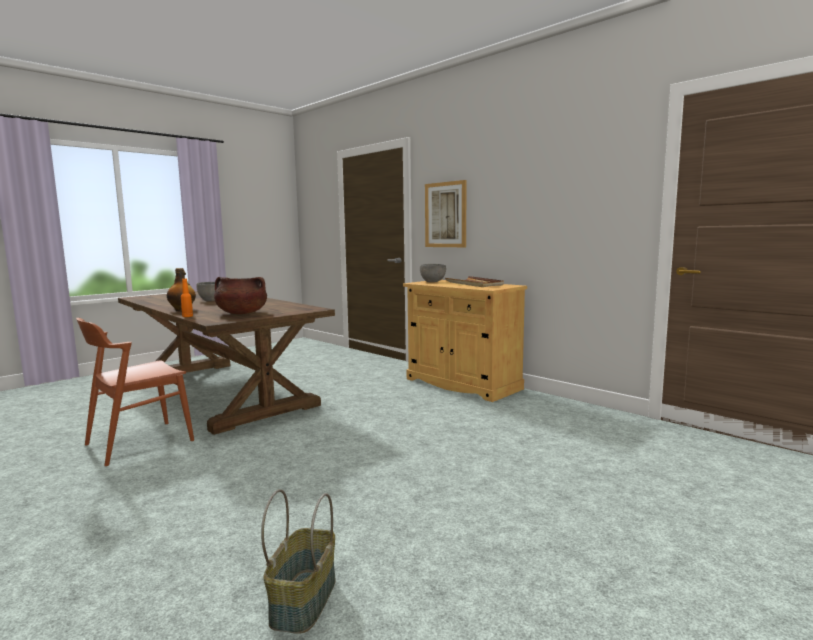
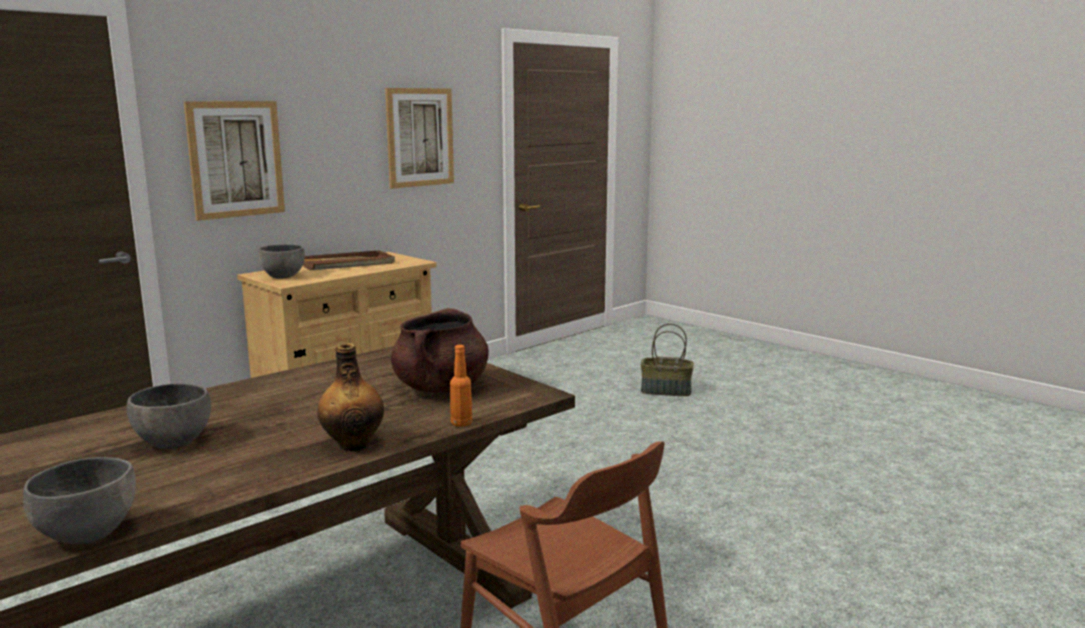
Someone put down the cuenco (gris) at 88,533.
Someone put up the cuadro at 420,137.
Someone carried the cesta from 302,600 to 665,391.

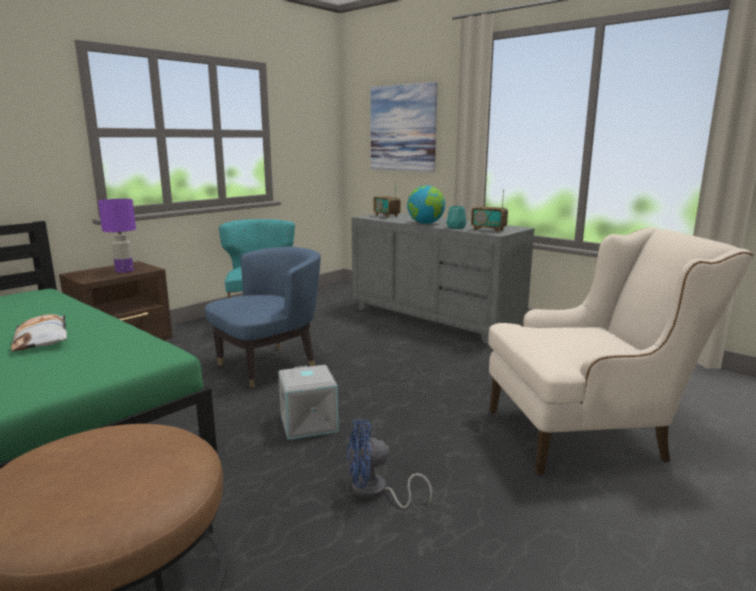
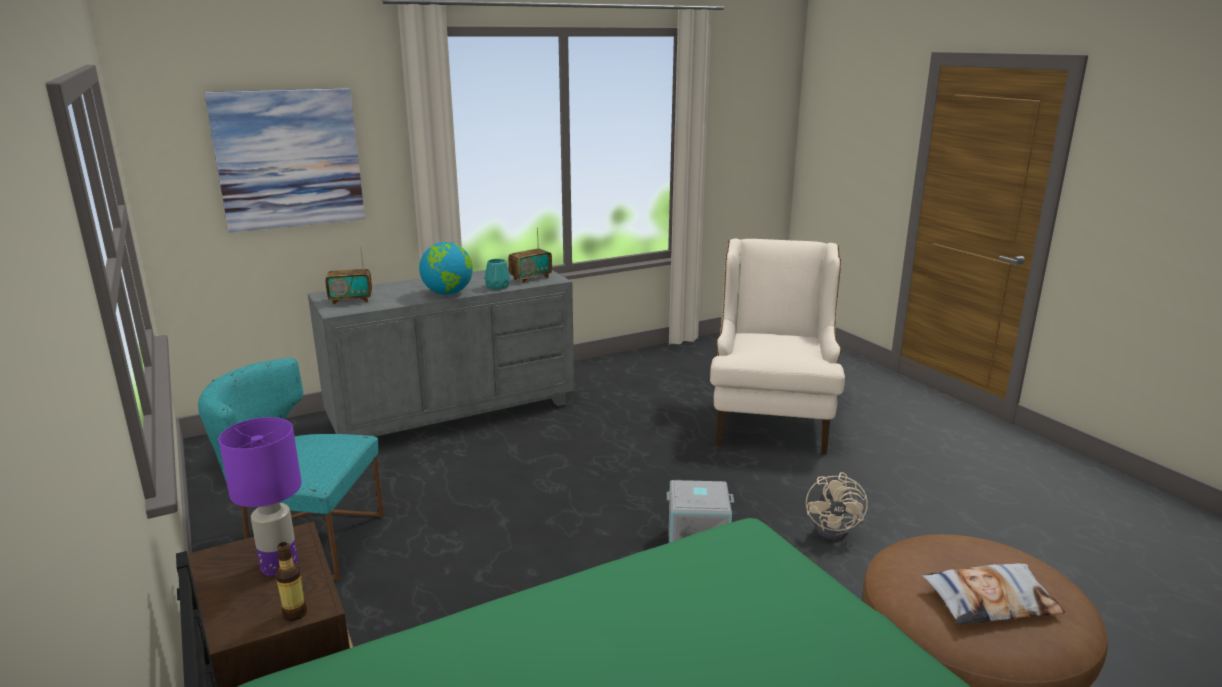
Someone put down the botella at 295,614.
Someone repainted the ventilador (azul) at 375,492, which became the ventilador (beis) at 837,529.
Someone carried the cojín from 42,339 to 990,601.
Someone took away the sillón (azul) at 269,365.

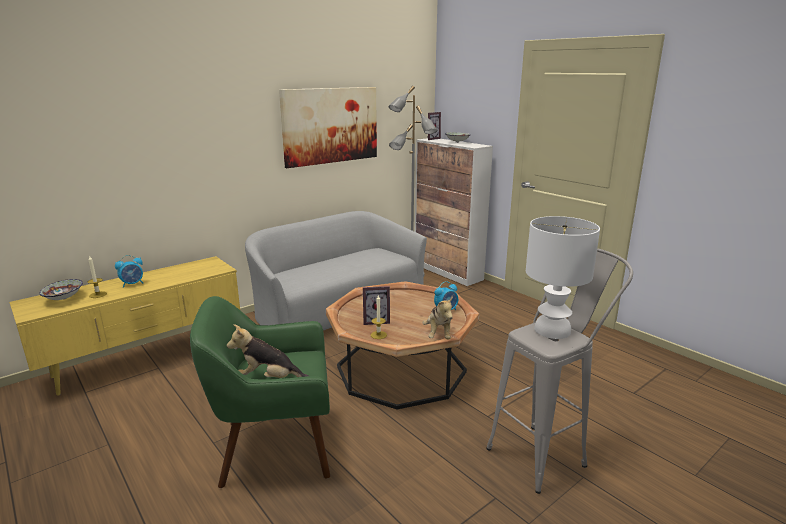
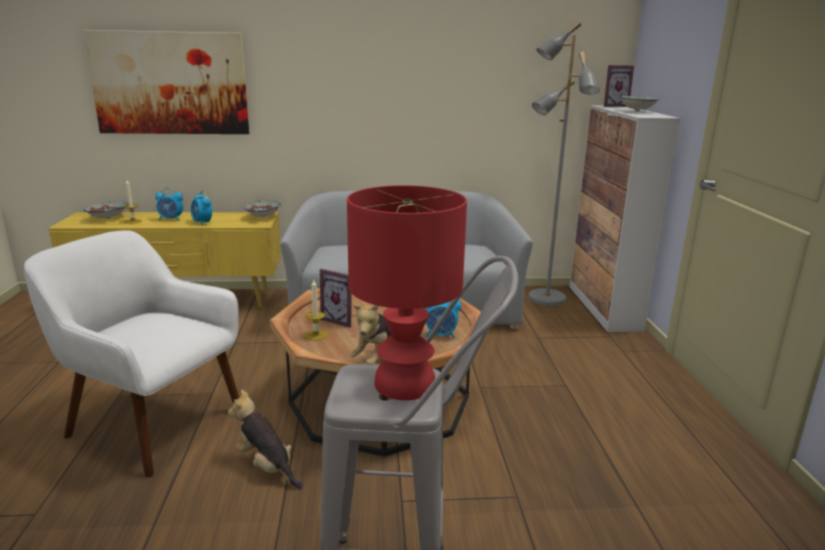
Someone repainted the sillón (verde) at 274,447, which became the sillón (blanco) at 153,423.
Someone carried the cuadro from 330,125 to 170,83.
Someone put down the despertador at 202,223.
Someone carried the peluche from 269,378 to 267,466.
Someone put down the cuenco at 264,217.
Someone repainted the lámpara de mesa (blanco) at 551,330, which became the lámpara de mesa (rojo) at 403,383.

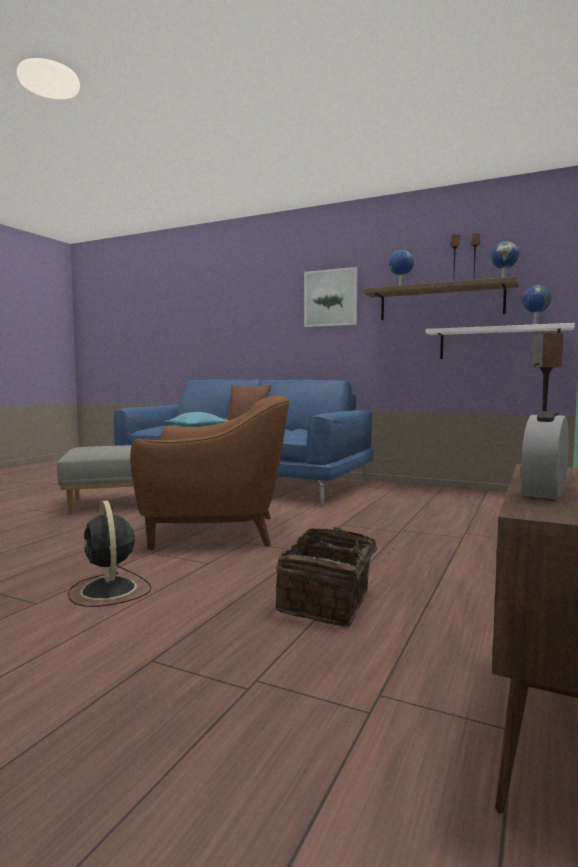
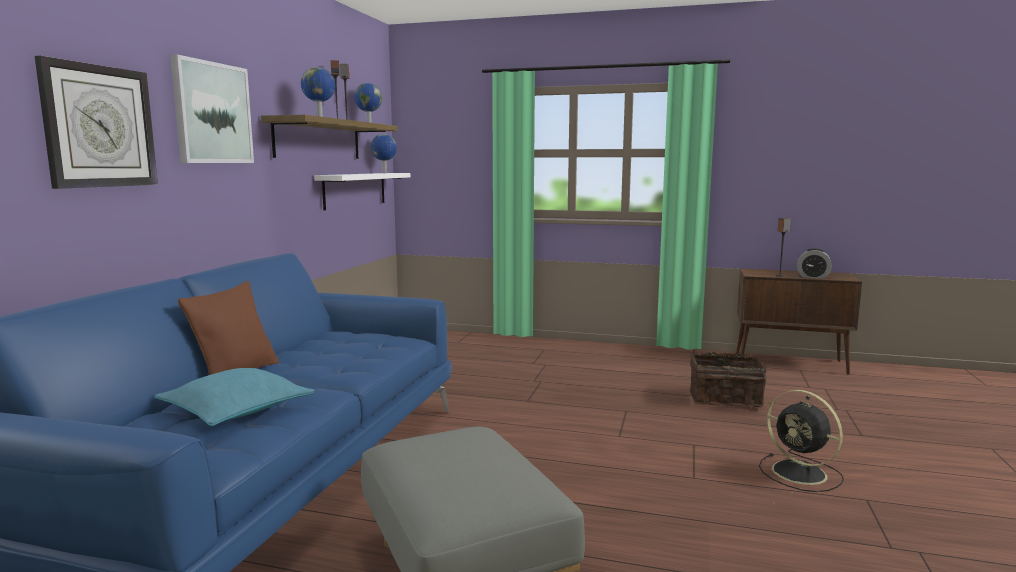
Someone put up the reloj de pared at 99,126.
Someone rotated the ventilador (negro) at 109,590 by 90 degrees clockwise.
Someone took away the sillón (marrón) at 217,531.

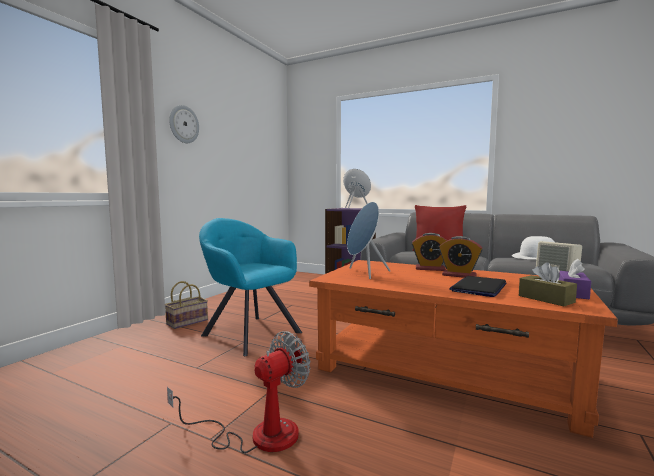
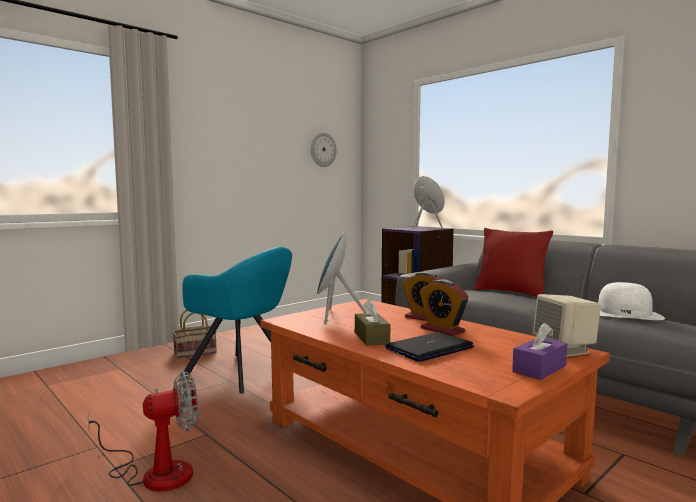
Someone rotated the sillón (turquesa) at 249,333 by 150 degrees clockwise.
Someone carried the reloj de pared from 183,124 to 322,149.
Someone carried the caja de pañuelos (marrón) from 546,299 to 371,338.

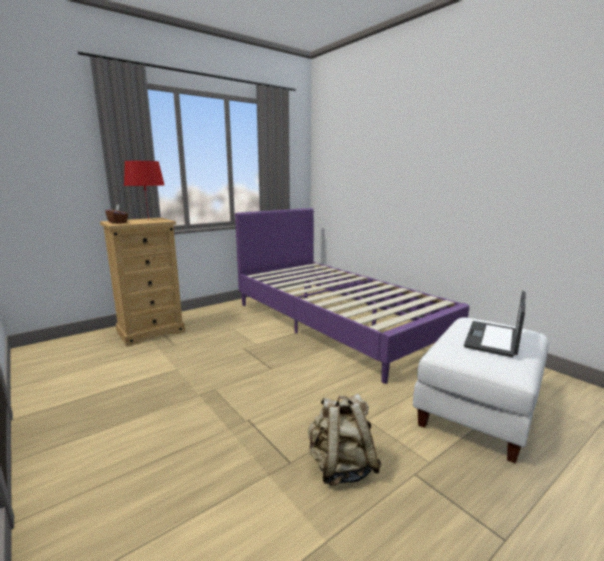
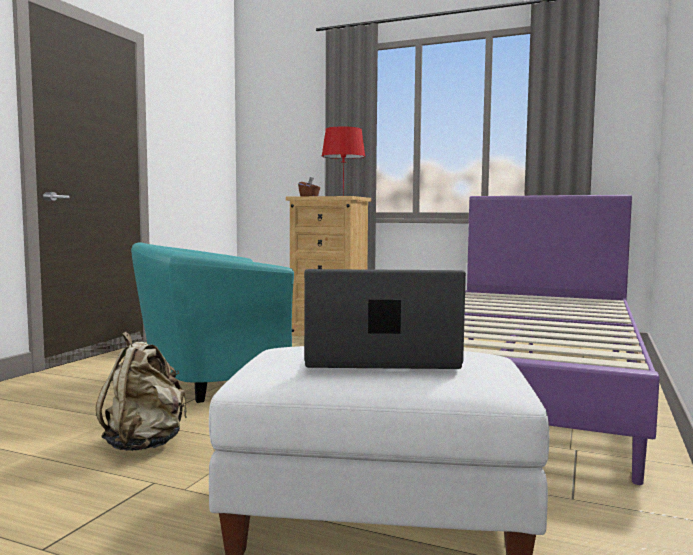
Someone put down the sillón (turquesa) at 210,382.

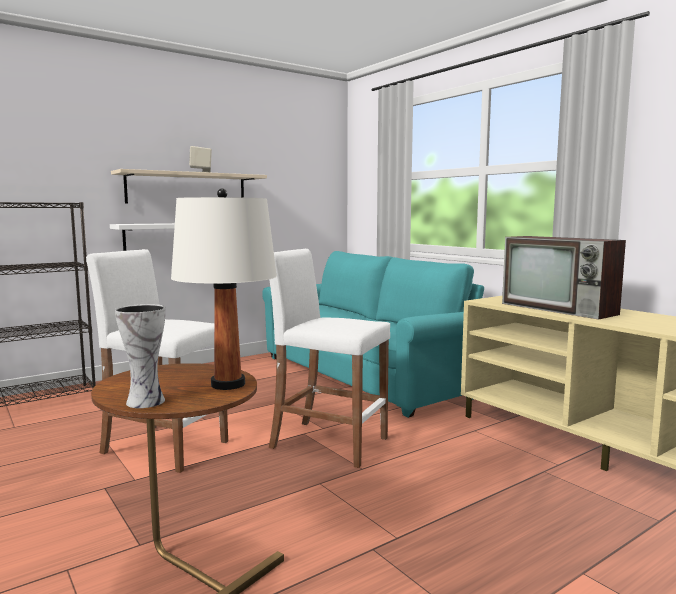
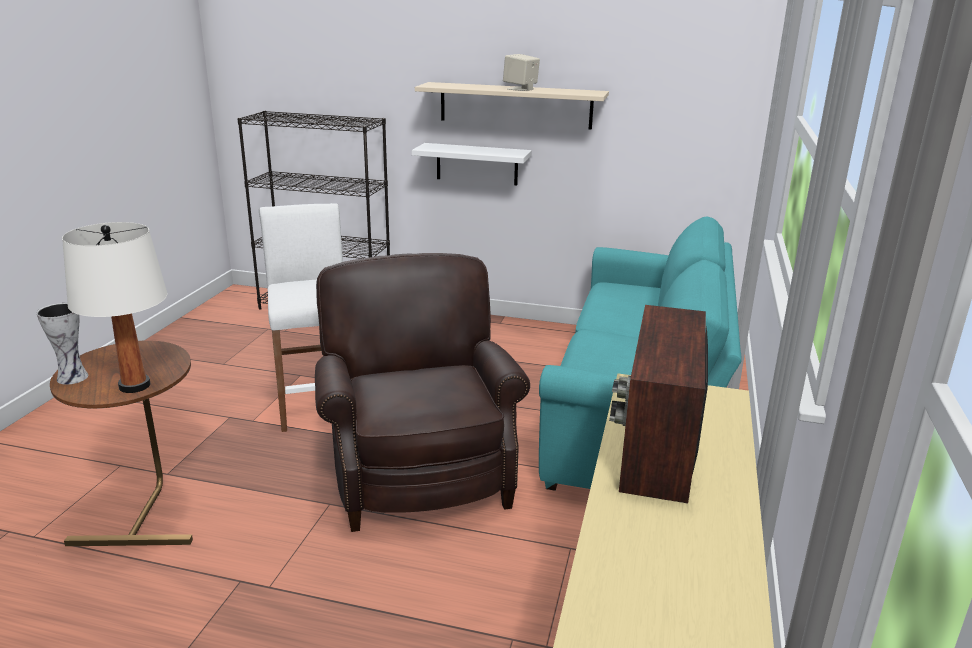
Someone swapped the taburete (blanco) at 328,443 for the sillón (marrón) at 418,470.

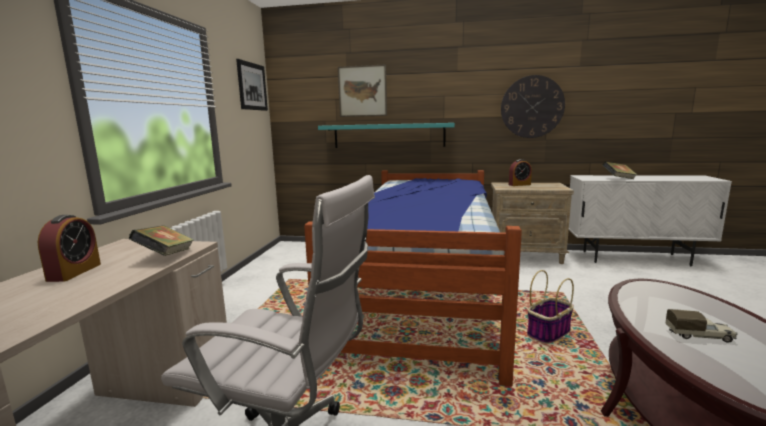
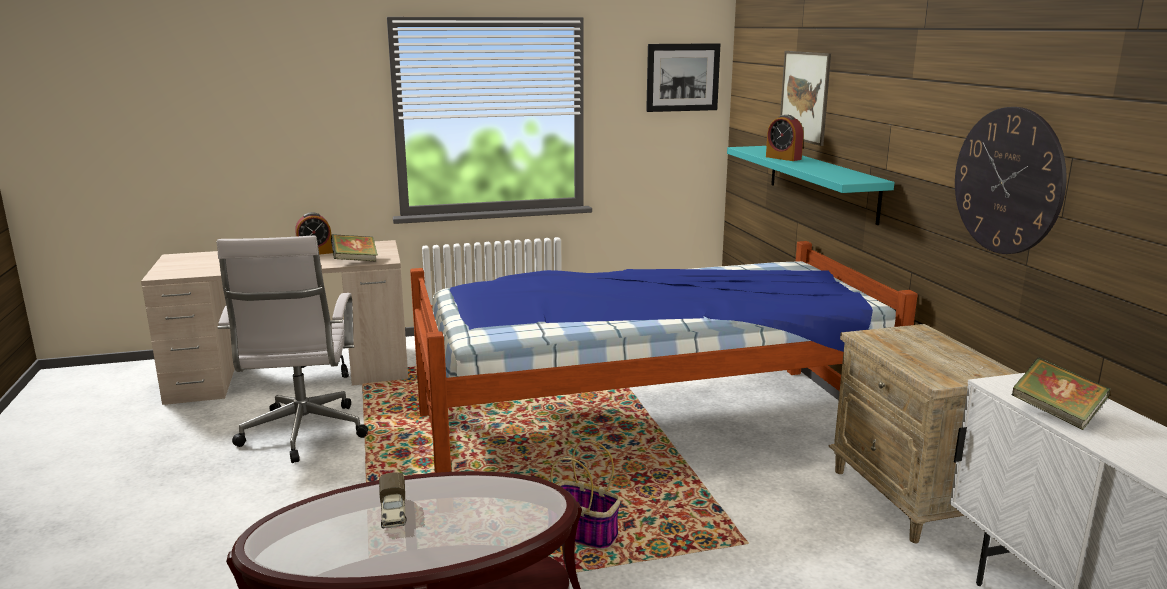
Someone carried the despertador from 519,184 to 783,158.

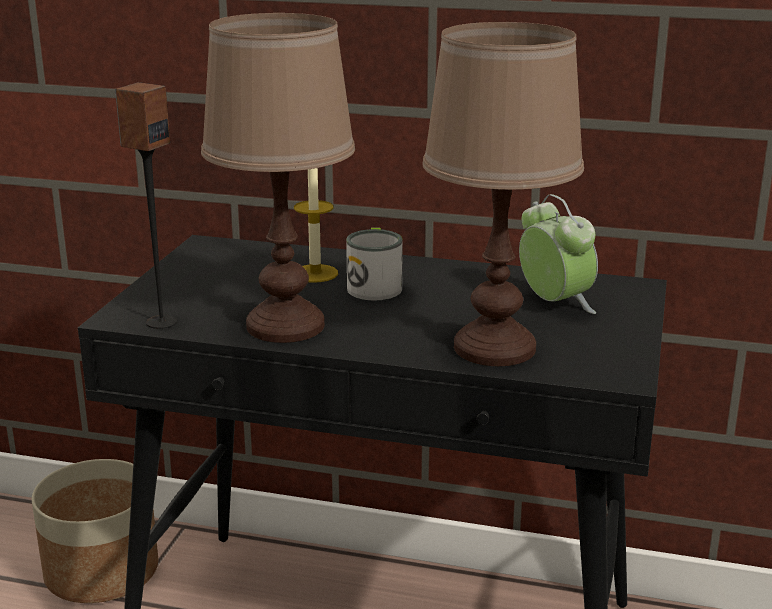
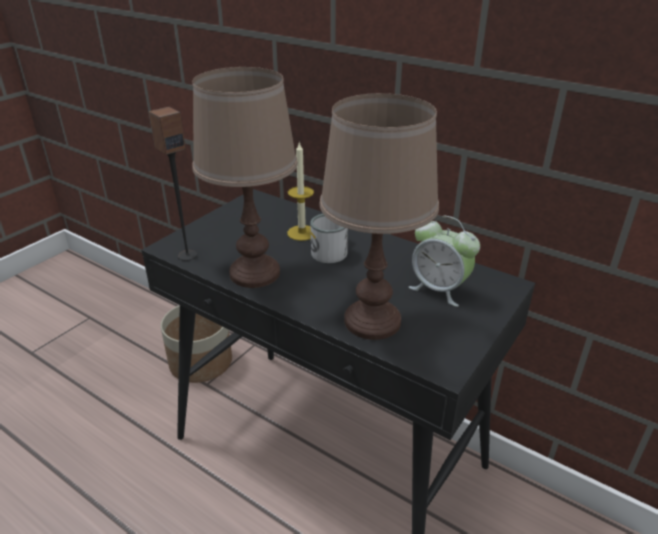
Someone rotated the despertador at 554,304 by 135 degrees clockwise.

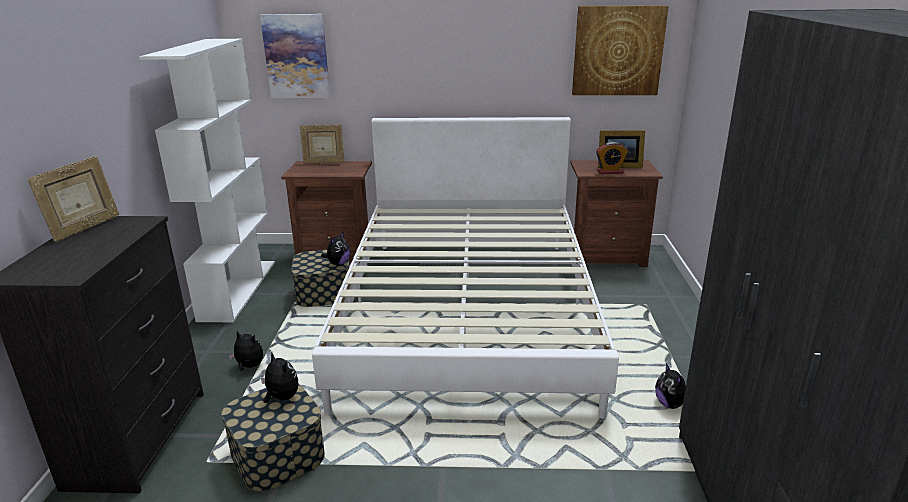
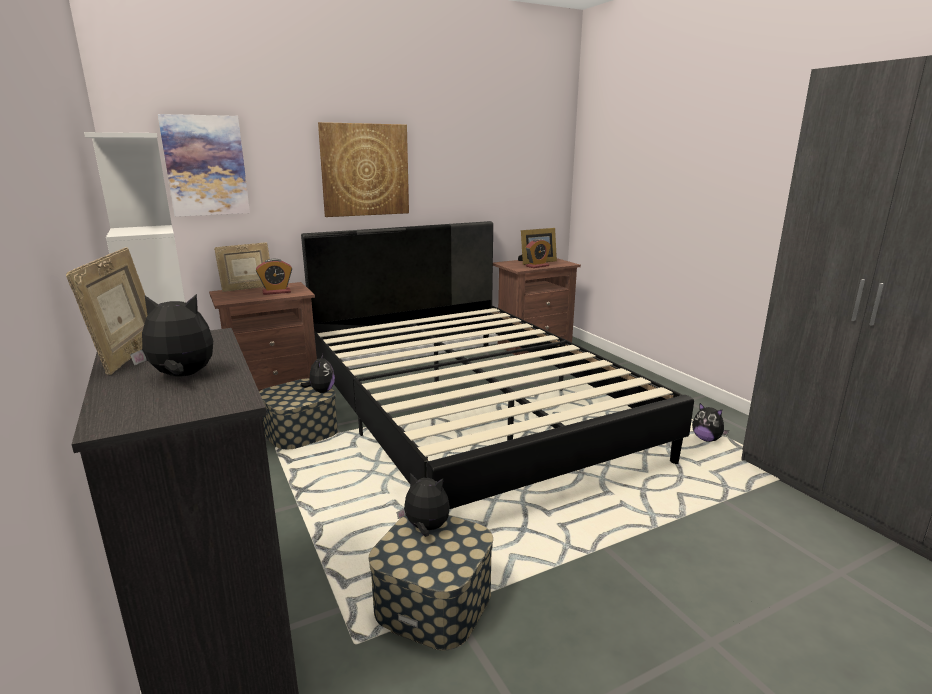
Someone carried the peluche from 249,366 to 182,376.
Someone put down the despertador at 276,292.
Someone repainted the cama (blanco) at 469,311, which became the cama (negro) at 470,412.
Someone carried the cuadro from 618,51 to 365,170.

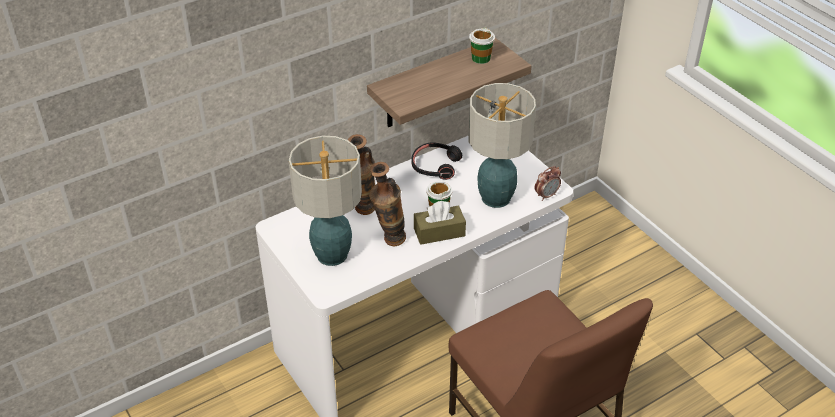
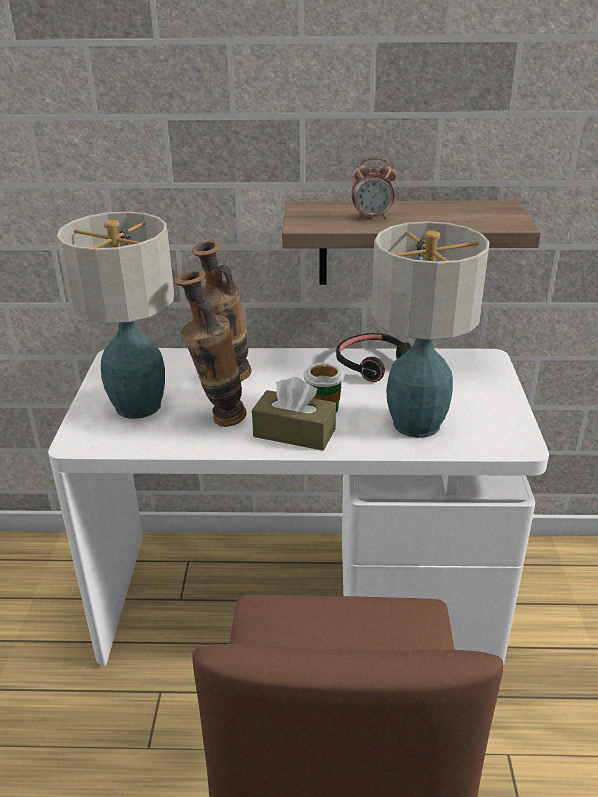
Someone carried the despertador from 546,195 to 372,217.
Someone took away the taza at 481,58.

